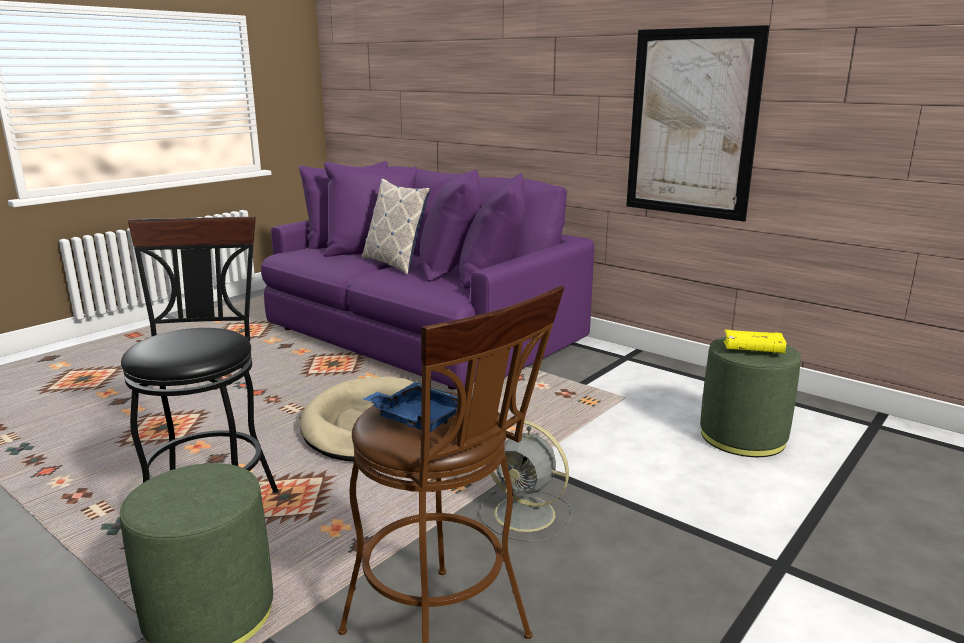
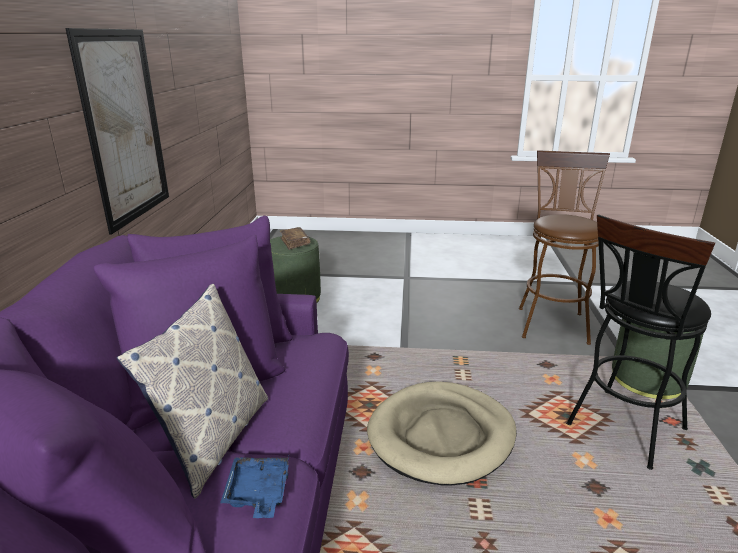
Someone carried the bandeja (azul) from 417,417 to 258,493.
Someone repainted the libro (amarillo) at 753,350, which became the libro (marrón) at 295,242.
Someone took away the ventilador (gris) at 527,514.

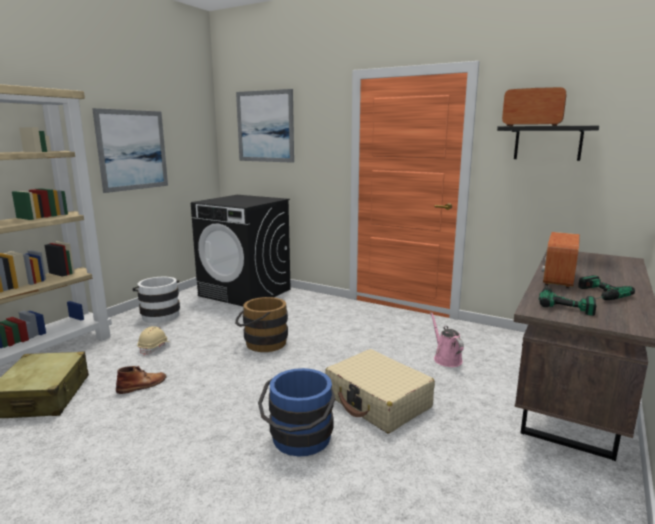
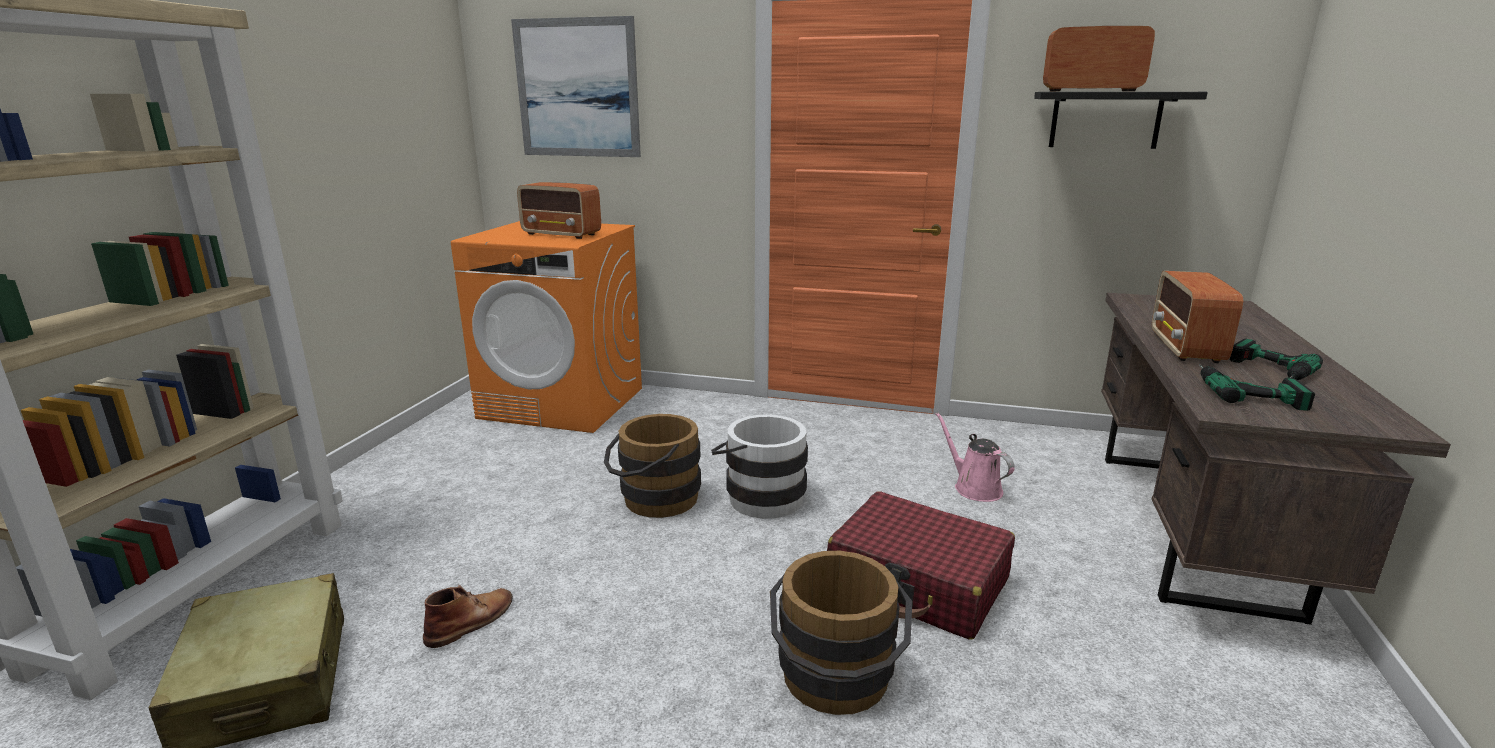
Someone repainted the lavadora (negro) at 245,292, which became the lavadora (naranja) at 563,403.
Someone put down the radio at 562,234.
Someone carried the cubo (blanco) from 159,315 to 759,497.
Someone repainted the cubo (azul) at 299,441, which became the cubo (marrón) at 836,683.
Someone repainted the maleta (beis) at 378,401, which became the maleta (rojo) at 918,582.
Someone took away the cuadro at 132,150.
Someone took away the casco (beis) at 154,347.

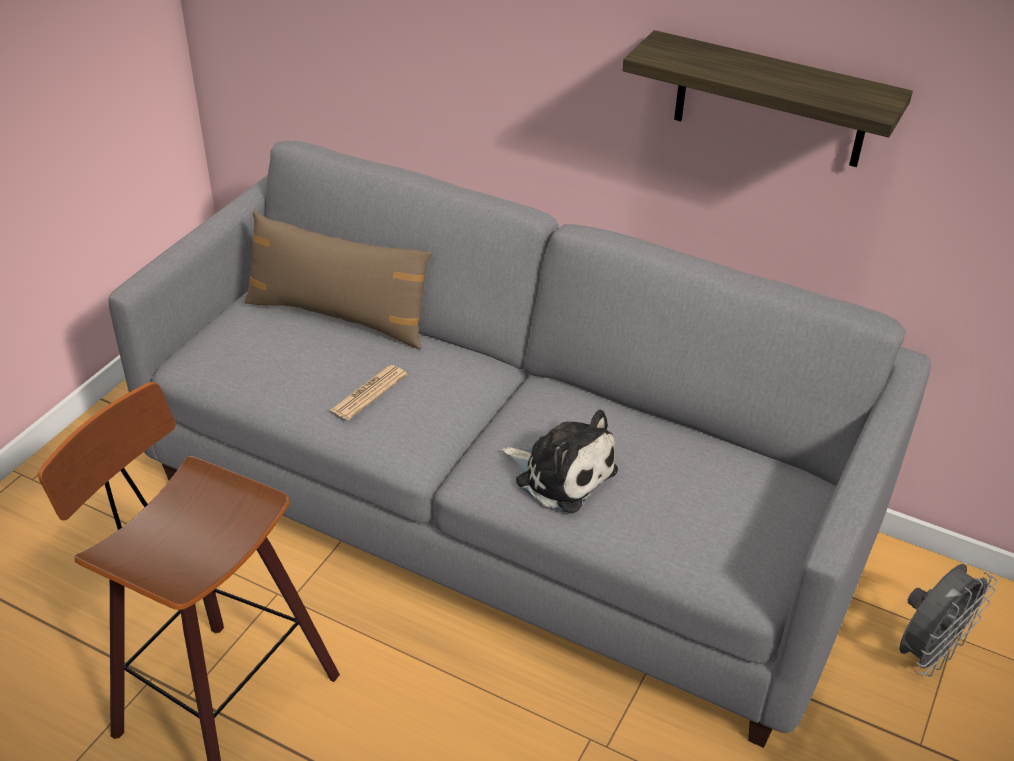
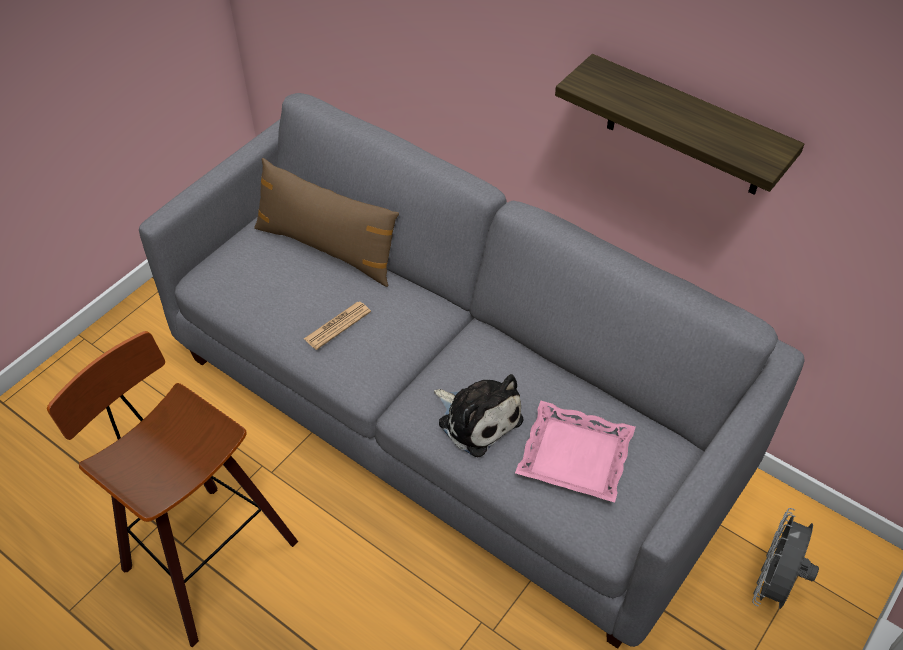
Someone put down the bandeja (rosa) at 574,457.
Someone rotated the ventilador (gris) at 928,653 by 150 degrees clockwise.

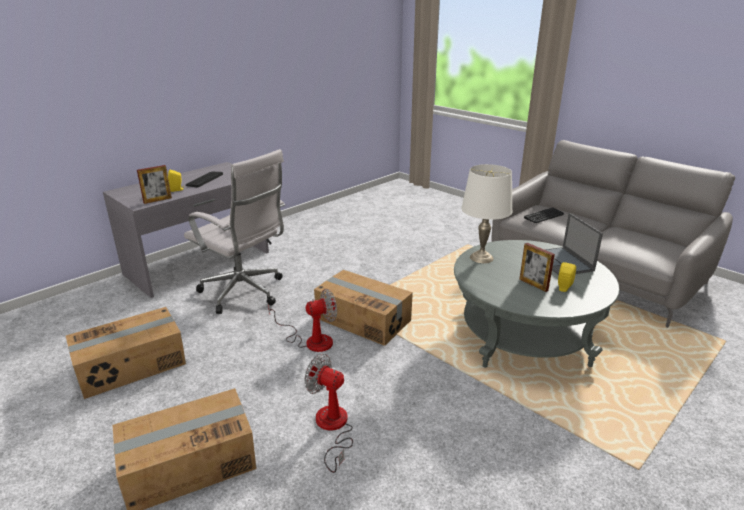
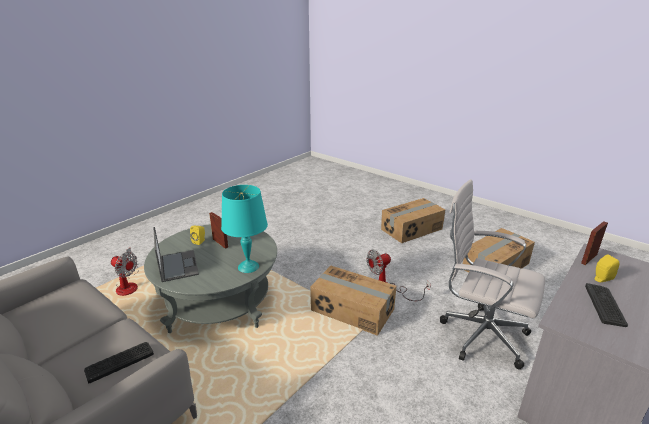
Someone carried the ventilador from 332,428 to 128,285.
Someone repainted the lámpara de mesa (blanco) at 482,258, which became the lámpara de mesa (turquesa) at 248,266.

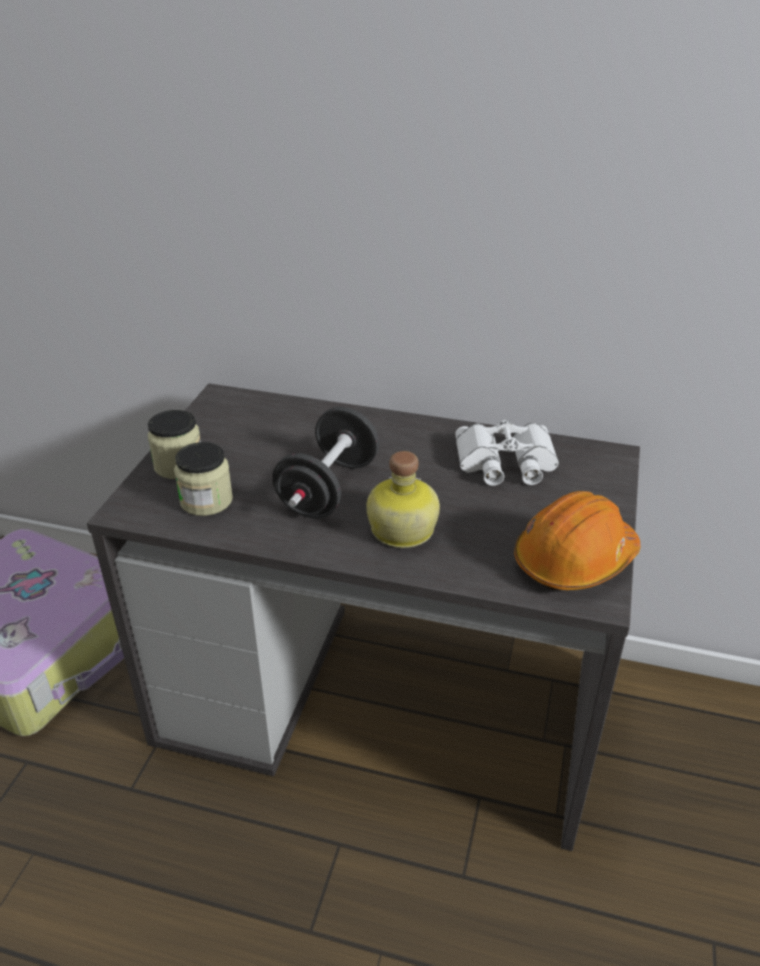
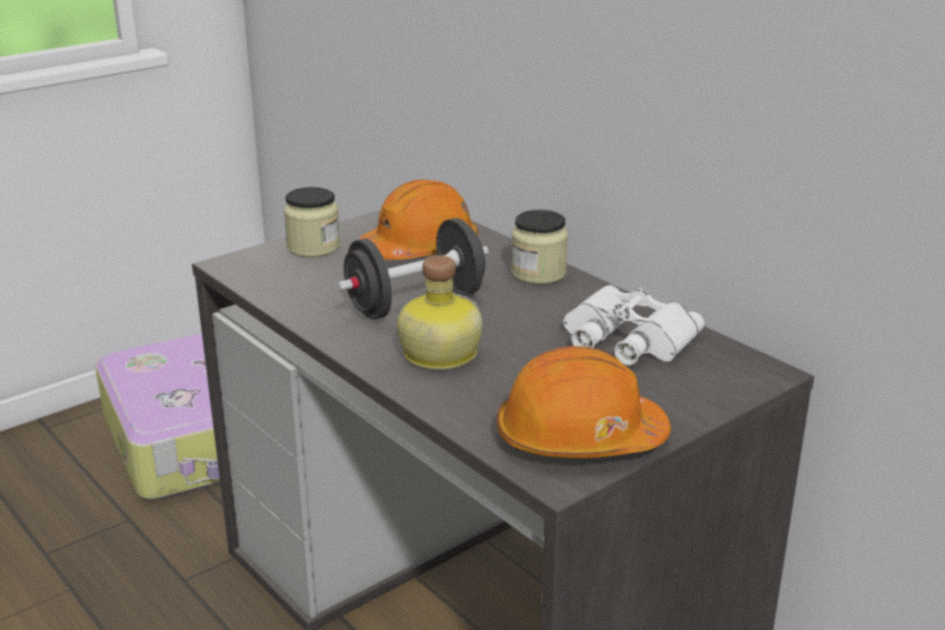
Someone put down the casco (naranja) at 420,249.
Someone carried the tarro from 206,500 to 538,273.

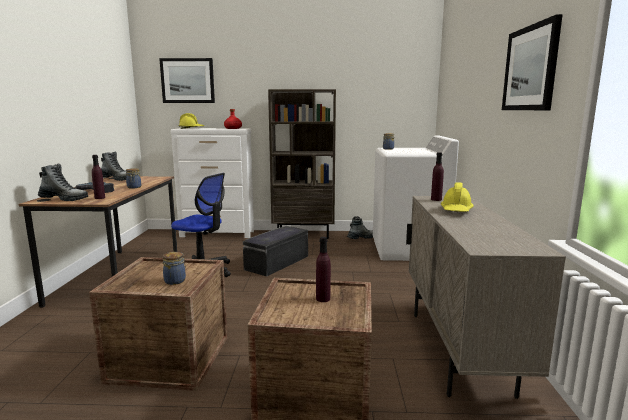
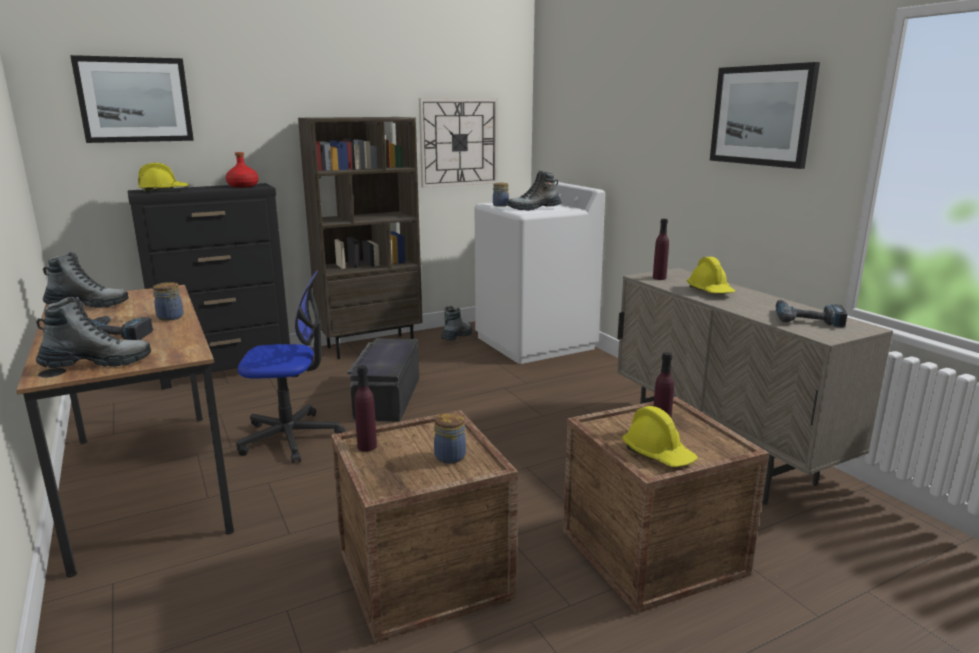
Someone repainted the cómoda (blanco) at 218,234, which became the cómoda (negro) at 228,371.
Someone carried the botella (morado) from 100,198 to 367,446.
Someone put up the reloj de pared at 459,142.
Someone put down the bota at 534,208.
Someone put down the casco (amarillo) at 658,454.
Someone put down the taladro at 807,319.

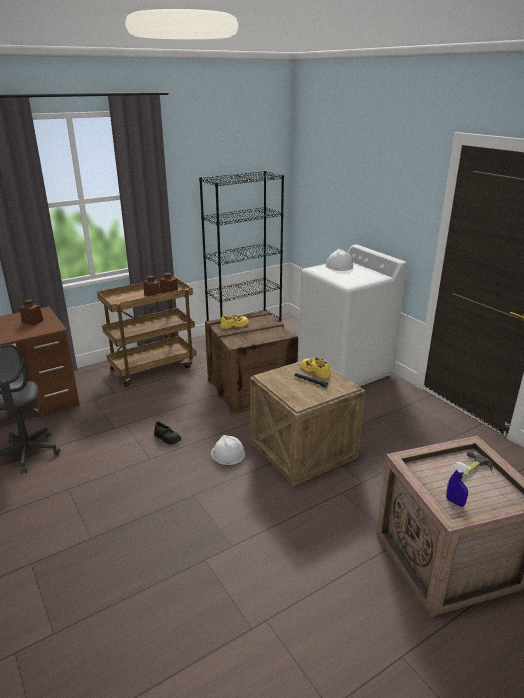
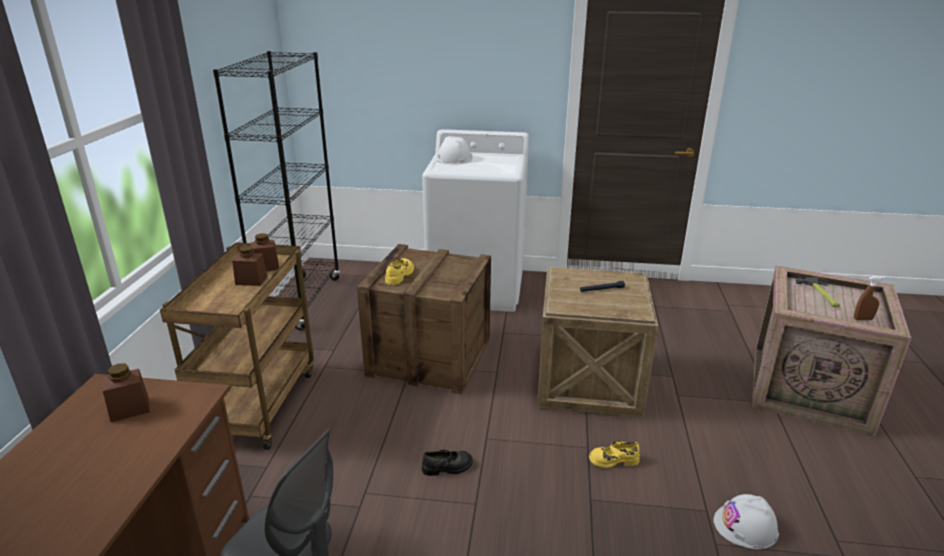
Someone carried the zapato (amarillo) from 315,370 to 613,460.
Someone carried the casco (blanco) from 227,454 to 746,526.
Someone repainted the pulverizador (azul) at 455,502, which became the pulverizador (marrón) at 863,319.

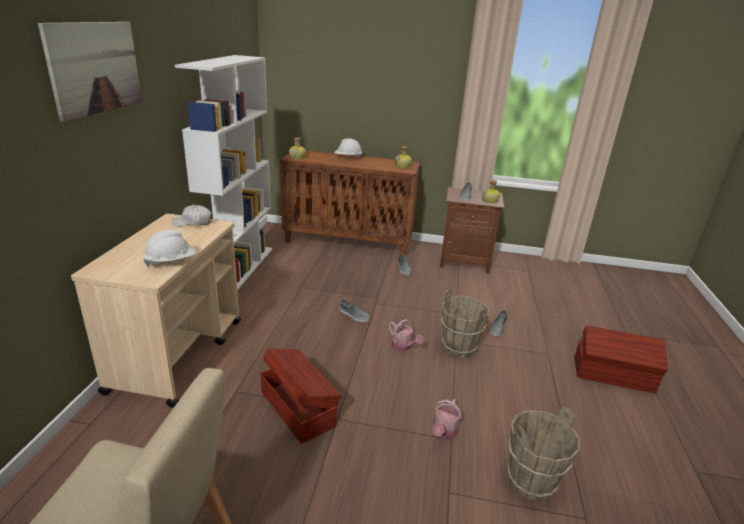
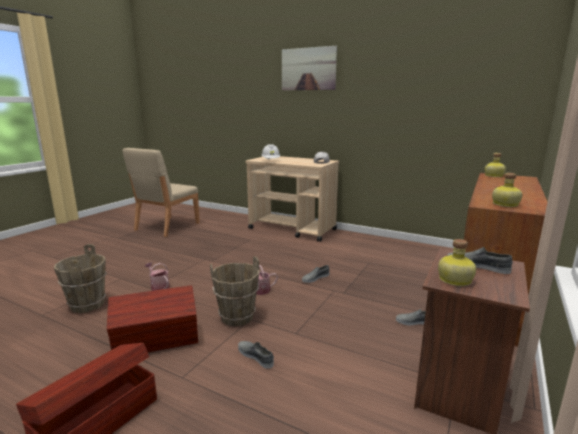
Someone carried the caja de almacenaje (marrón) from 298,408 to 157,341.
Someone took away the estantería (blanco) at 239,269.
Someone took away the casco (blanco) at 348,158.

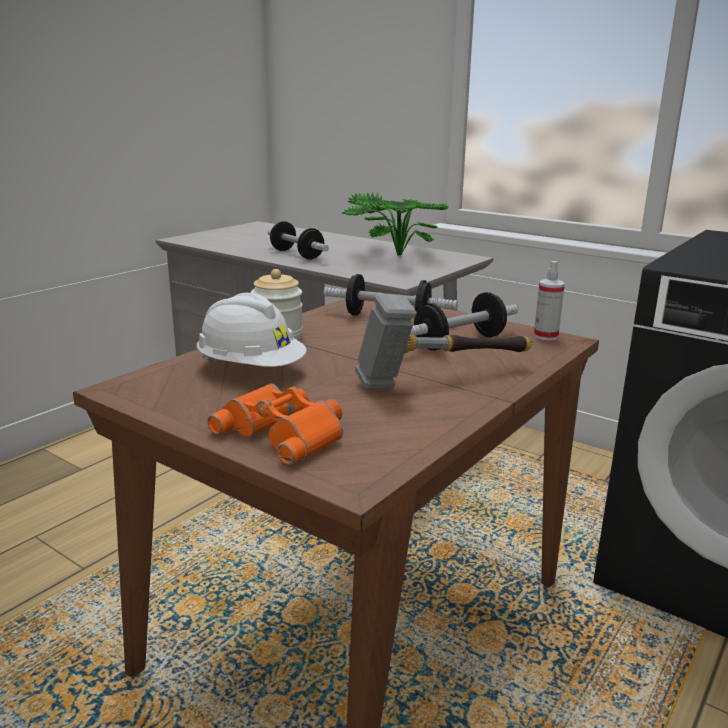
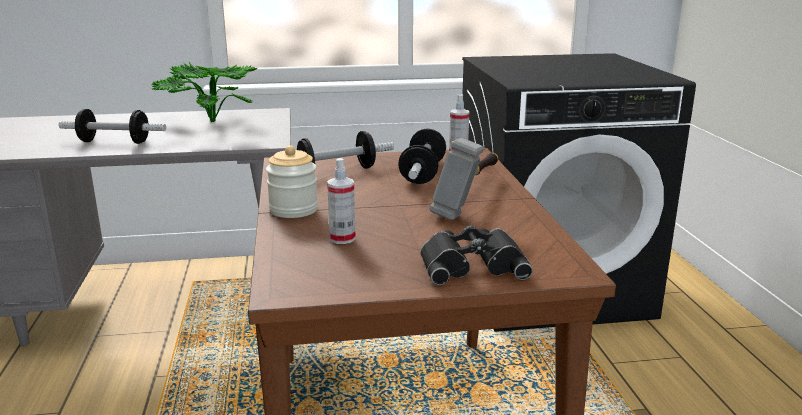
Someone swapped the casco (blanco) at 251,369 for the pulverizador at 342,238.
Someone repainted the prismáticos (naranja) at 285,432, which became the prismáticos (negro) at 472,264.

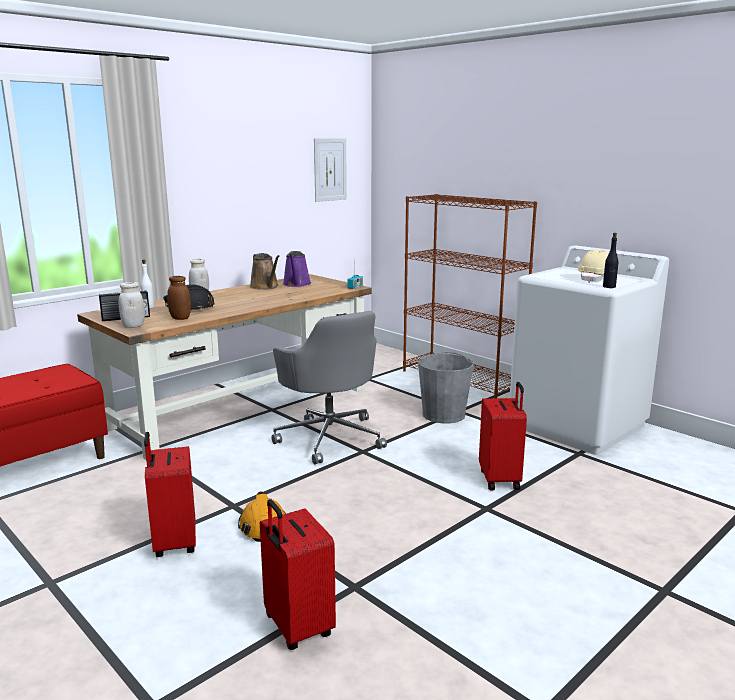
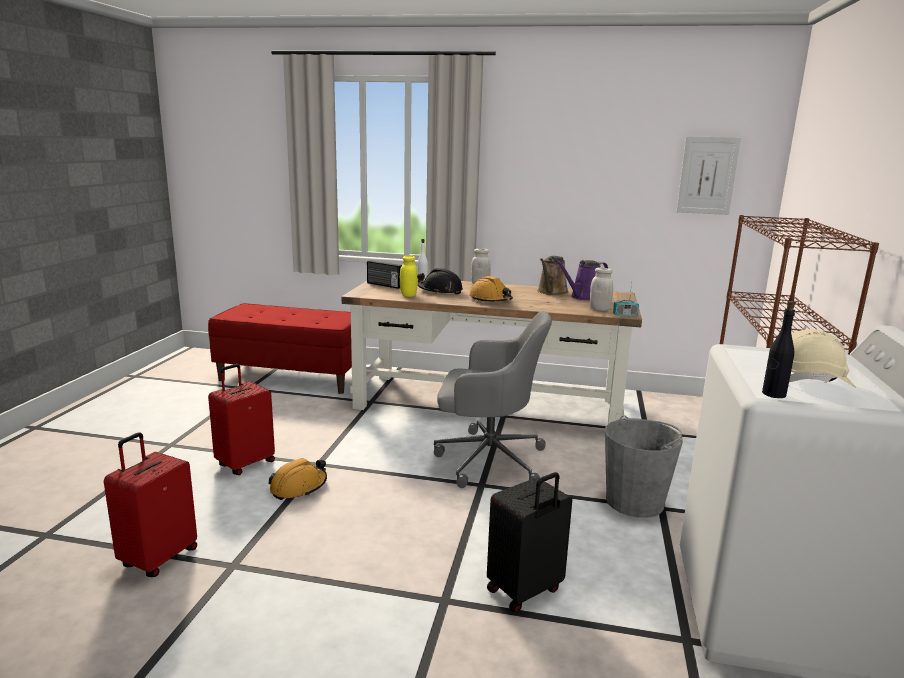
Someone repainted the tarro (marrón) at 180,318, which became the tarro (amarillo) at 408,295.
Someone rotated the silla de oficina (gris) at 330,437 by 105 degrees counterclockwise.
Someone put down the casco (naranja) at 490,300.
Someone repainted the maleta (rojo) at 500,479, which became the maleta (negro) at 525,591.
Someone carried the tarro (blanco) from 133,326 to 599,309.

